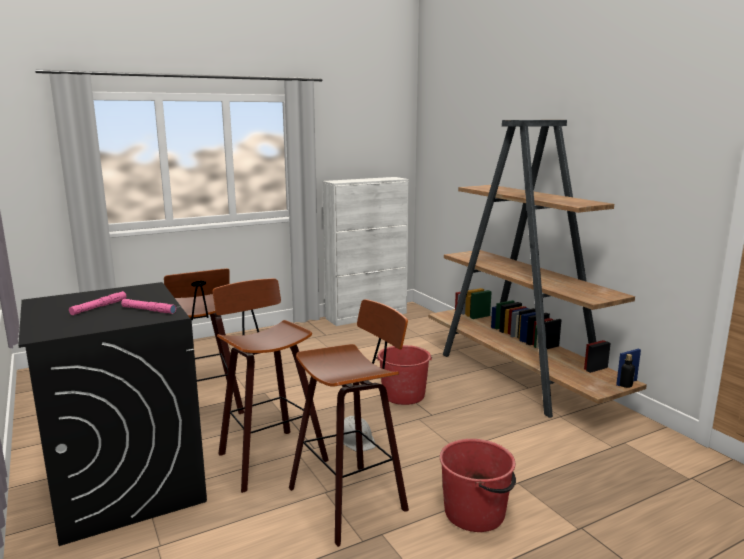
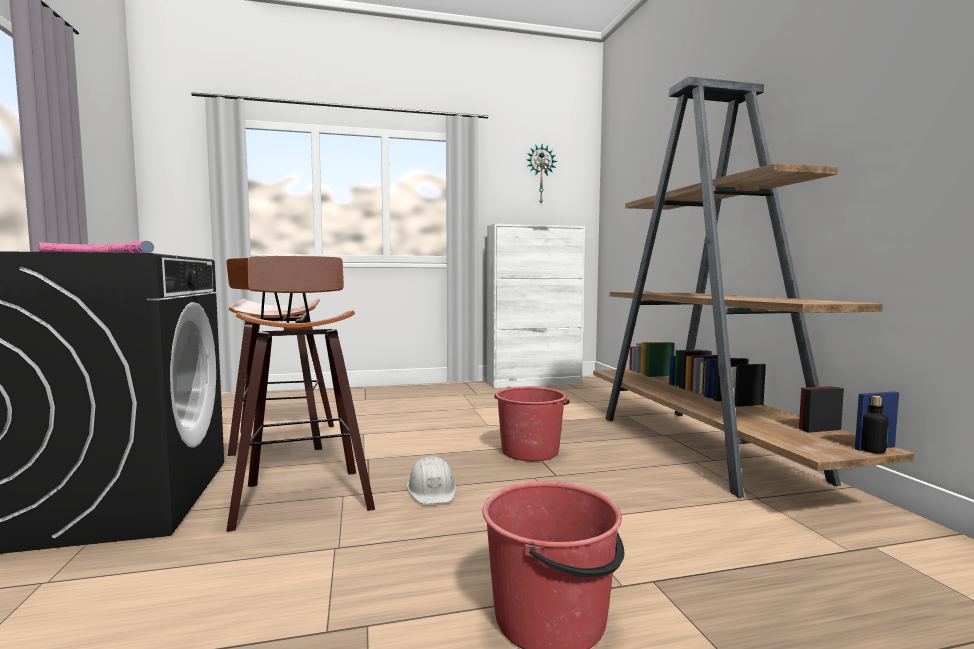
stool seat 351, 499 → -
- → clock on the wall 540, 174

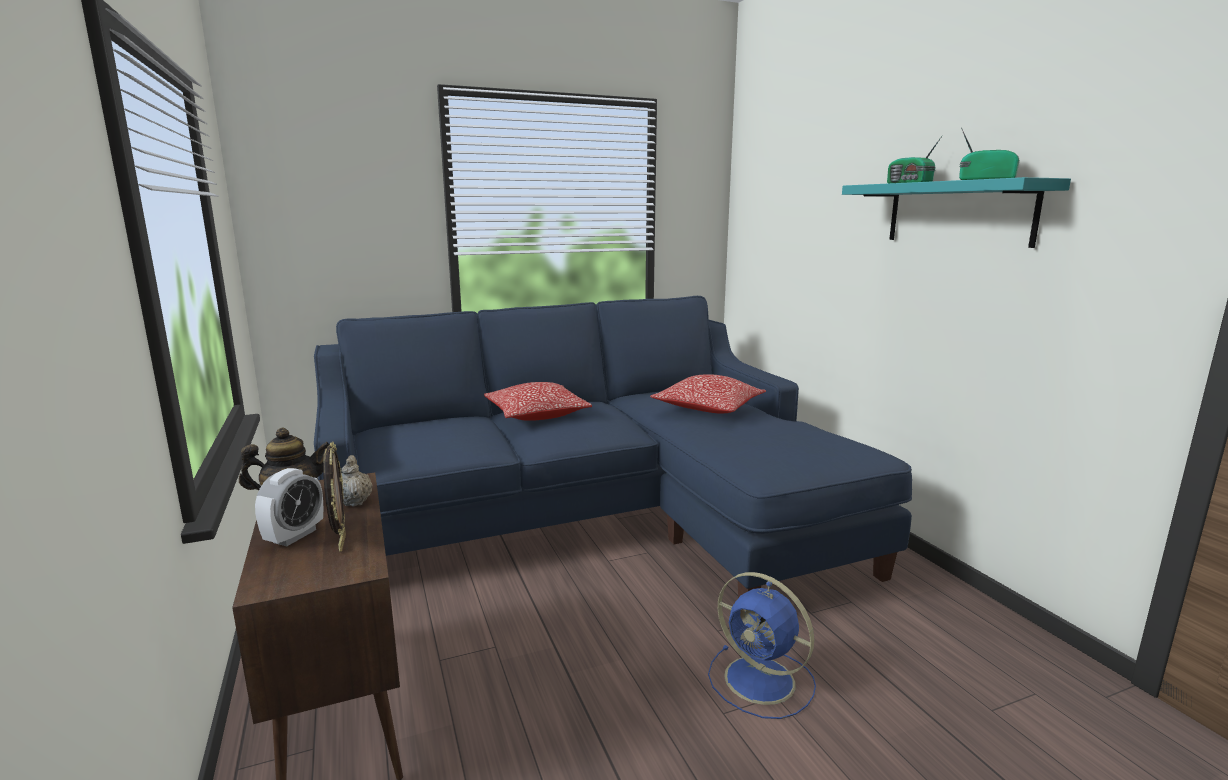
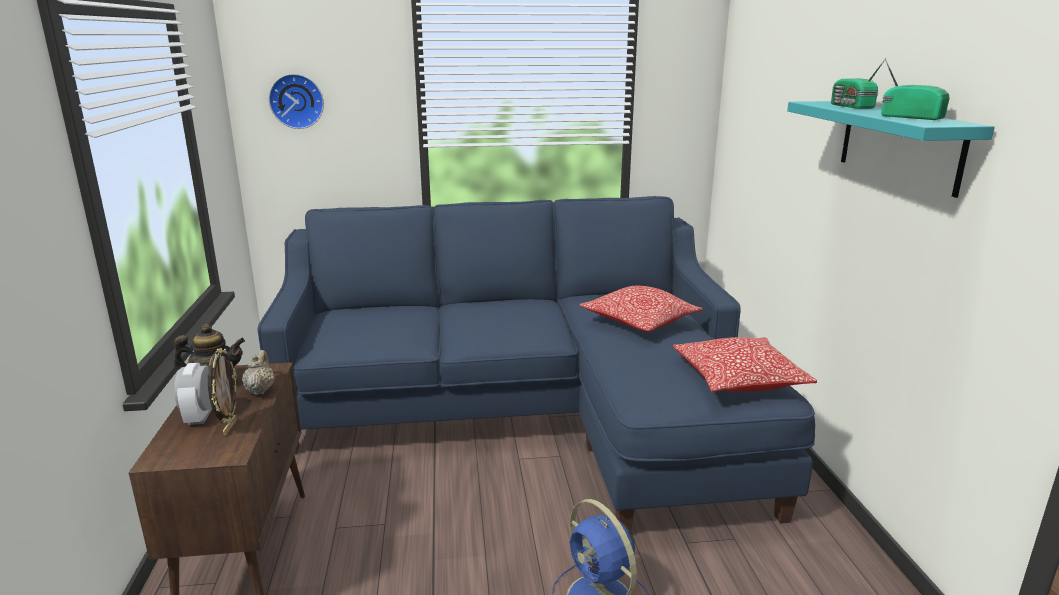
- → clock on the wall 297, 101
pillow 536, 415 → pillow 738, 380, move
table clock 294, 536 → table clock 200, 416, 135 degrees clockwise

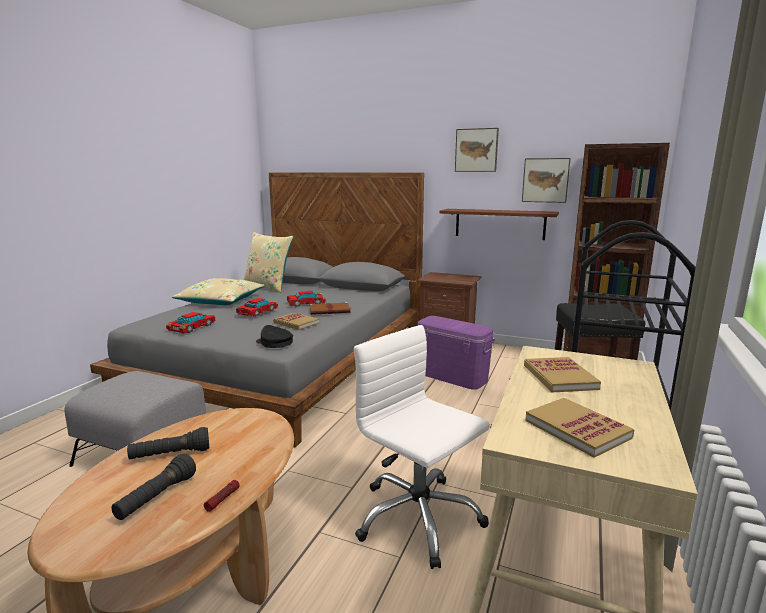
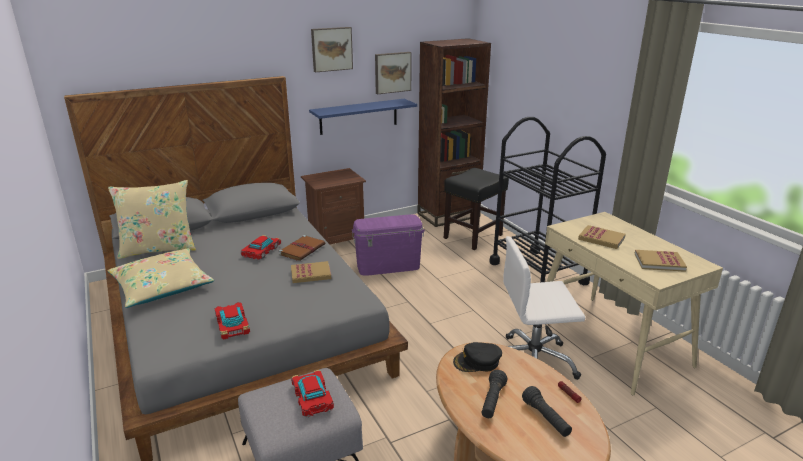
toy car 257, 312 → toy car 311, 397, move
black baseball cap 274, 342 → black baseball cap 477, 361, move
brownish bracket shelf 499, 224 → bluish bracket shelf 358, 116

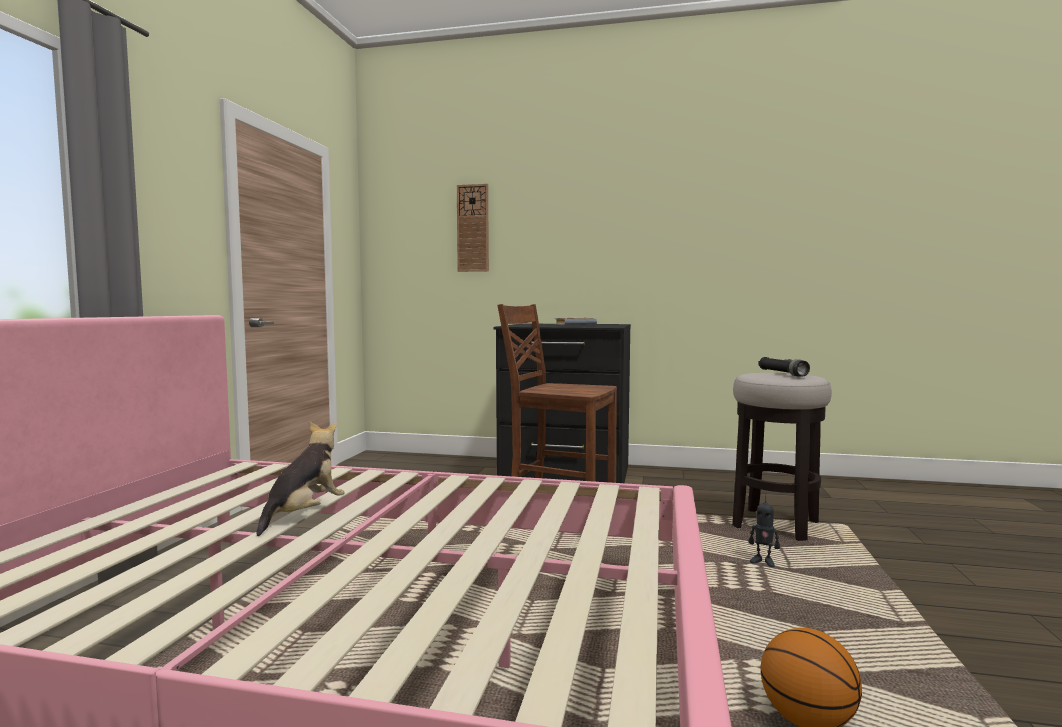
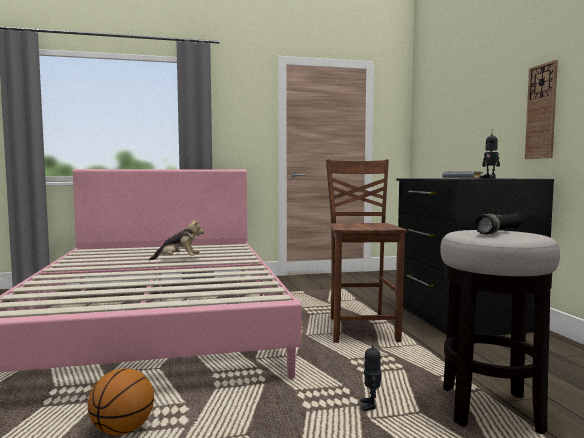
- → toy robot 489, 178
clock on the wall 473, 228 → clock on the wall 541, 111, move

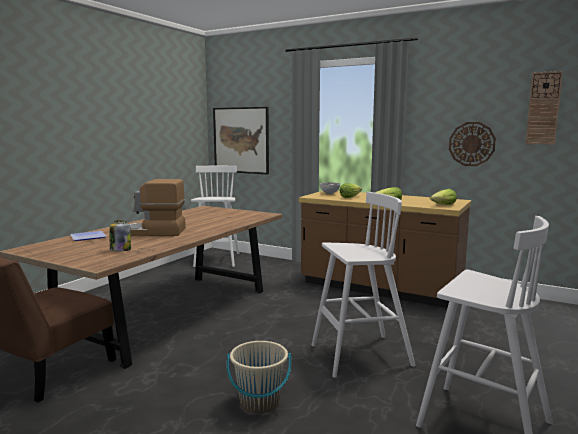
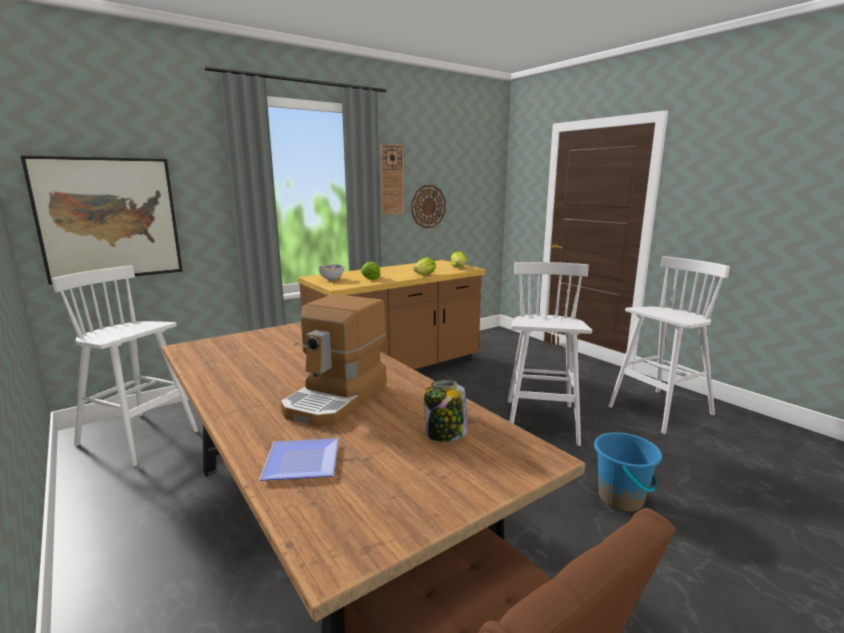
clock on the wall 543, 108 → clock on the wall 392, 180, move
beige bucket 259, 402 → bluish bucket 621, 498

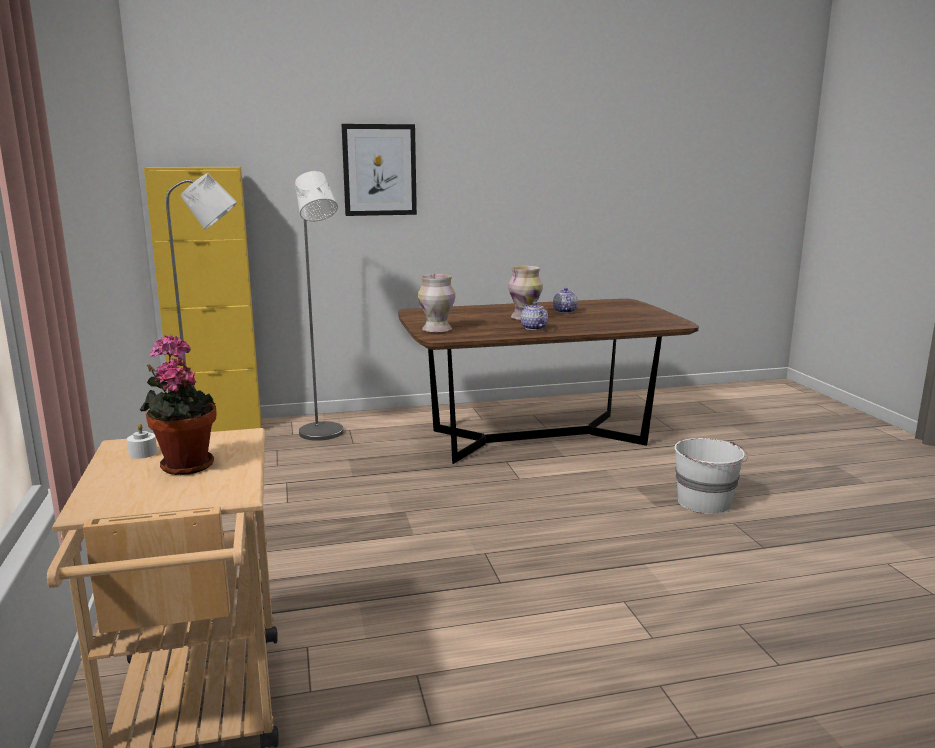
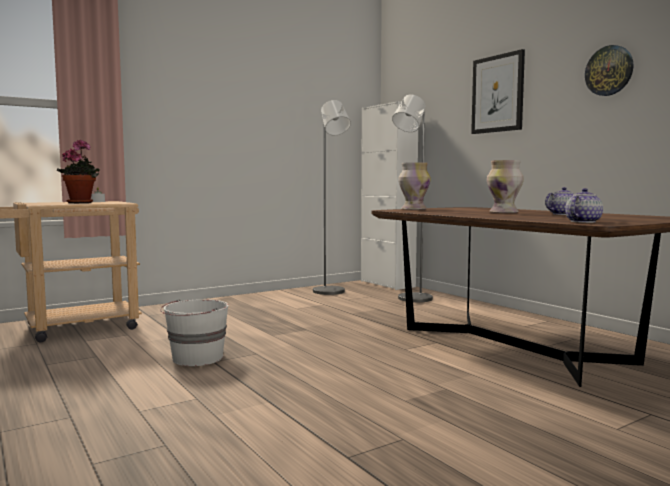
- → clock on the wall 609, 71
tea pot 533, 328 → tea pot 582, 221, move
whitish bucket 705, 503 → whitish bucket 197, 358, move
yellow-coloured cabinet 219, 429 → whitish cabinet 387, 284

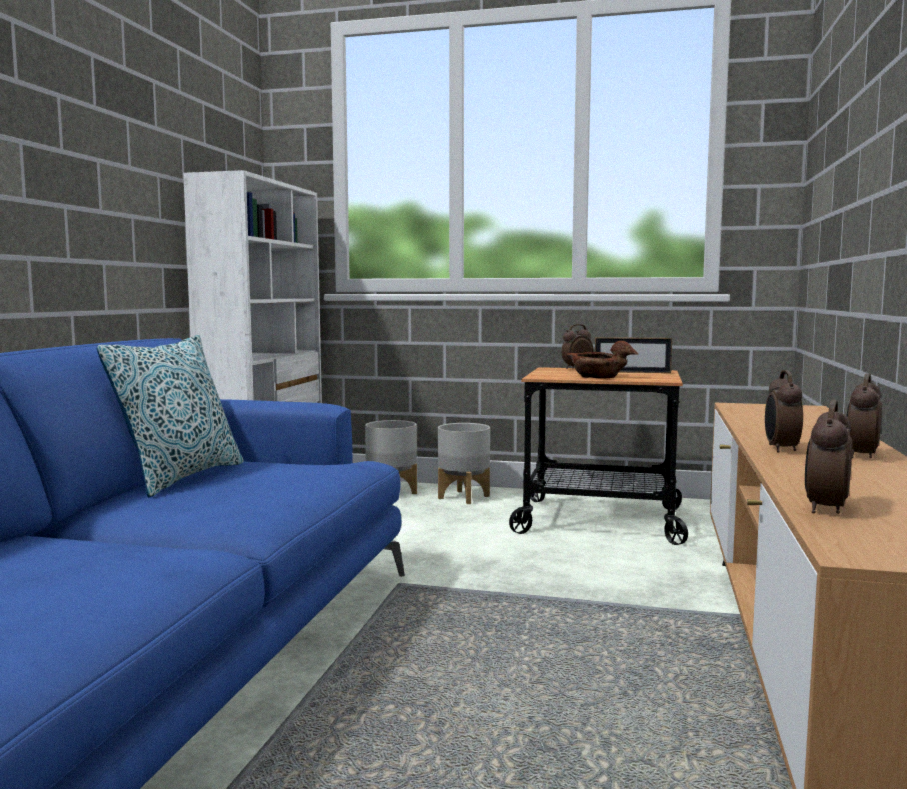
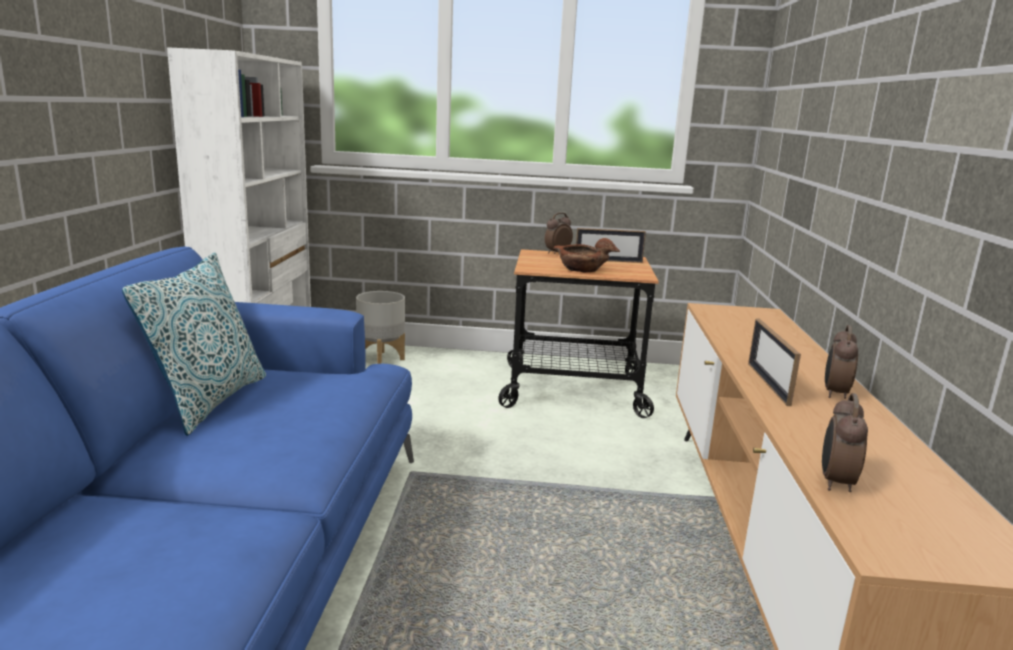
greyish planter 464, 497 → -
table clock 780, 449 → picture frame 768, 383

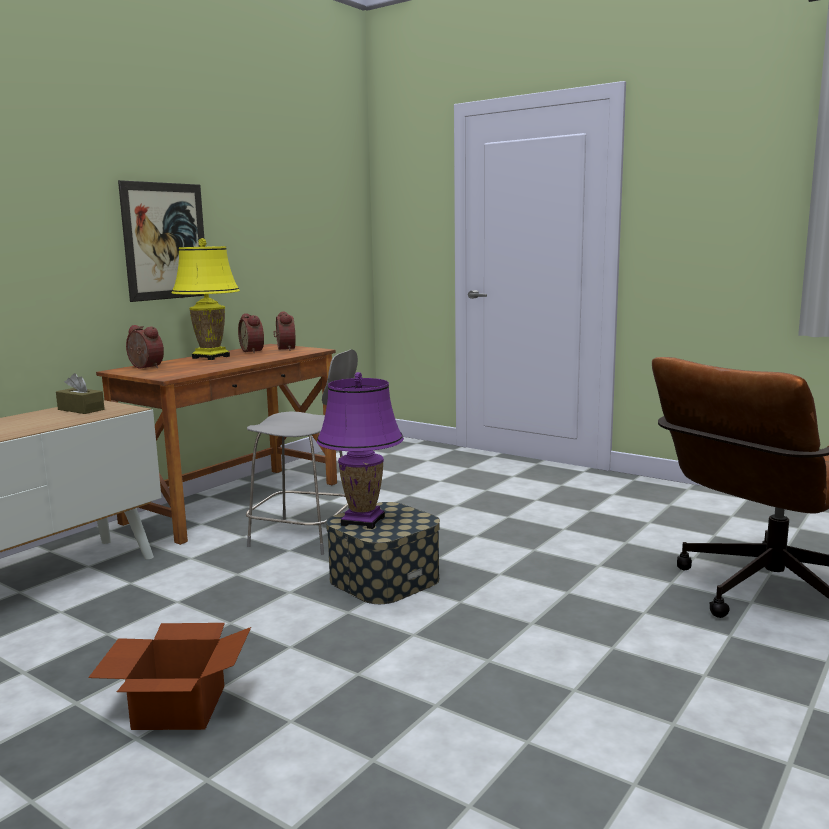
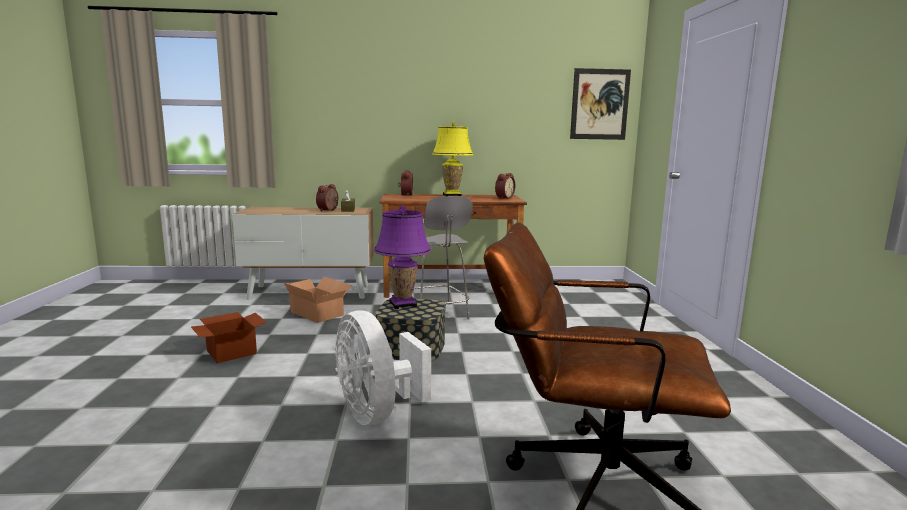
- → carton 318, 312
- → whitish fan 377, 412
wall picture 165, 241 → wall picture 599, 104, move
table clock 254, 351 → table clock 329, 210, move

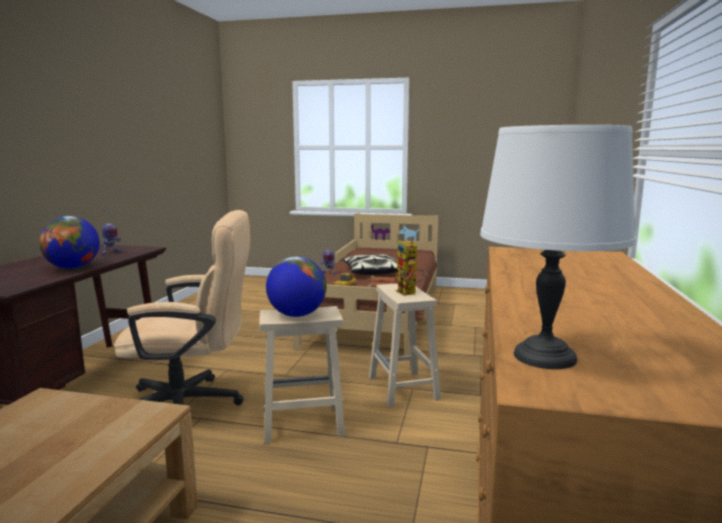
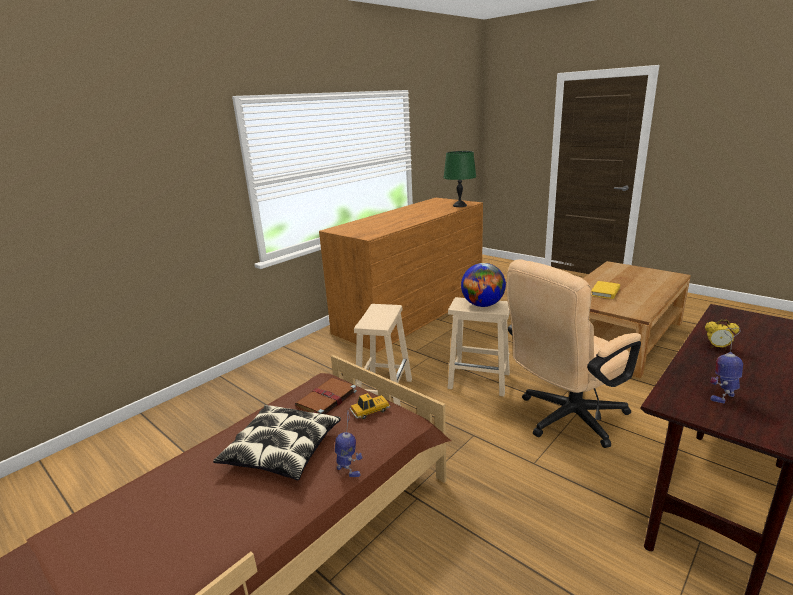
toy robot 409, 293 → -
- → yellow-coloured volume 605, 292
desk globe 73, 268 → table clock 717, 347
whitish tabletop lamp 546, 357 → green tabletop lamp 459, 205
beige computer chair 192, 405 → beige computer chair 565, 419, 60 degrees counterclockwise

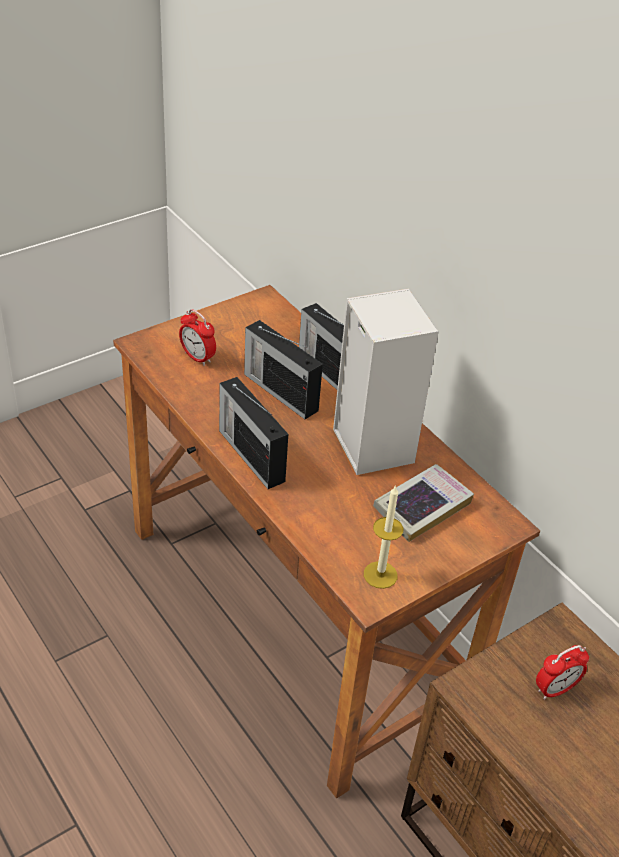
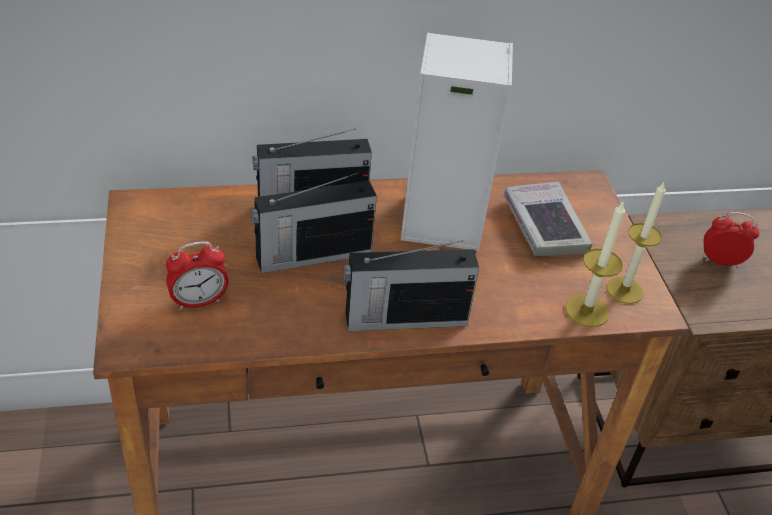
- → candle 586, 311
table clock 555, 689 → table clock 720, 261, 75 degrees counterclockwise

